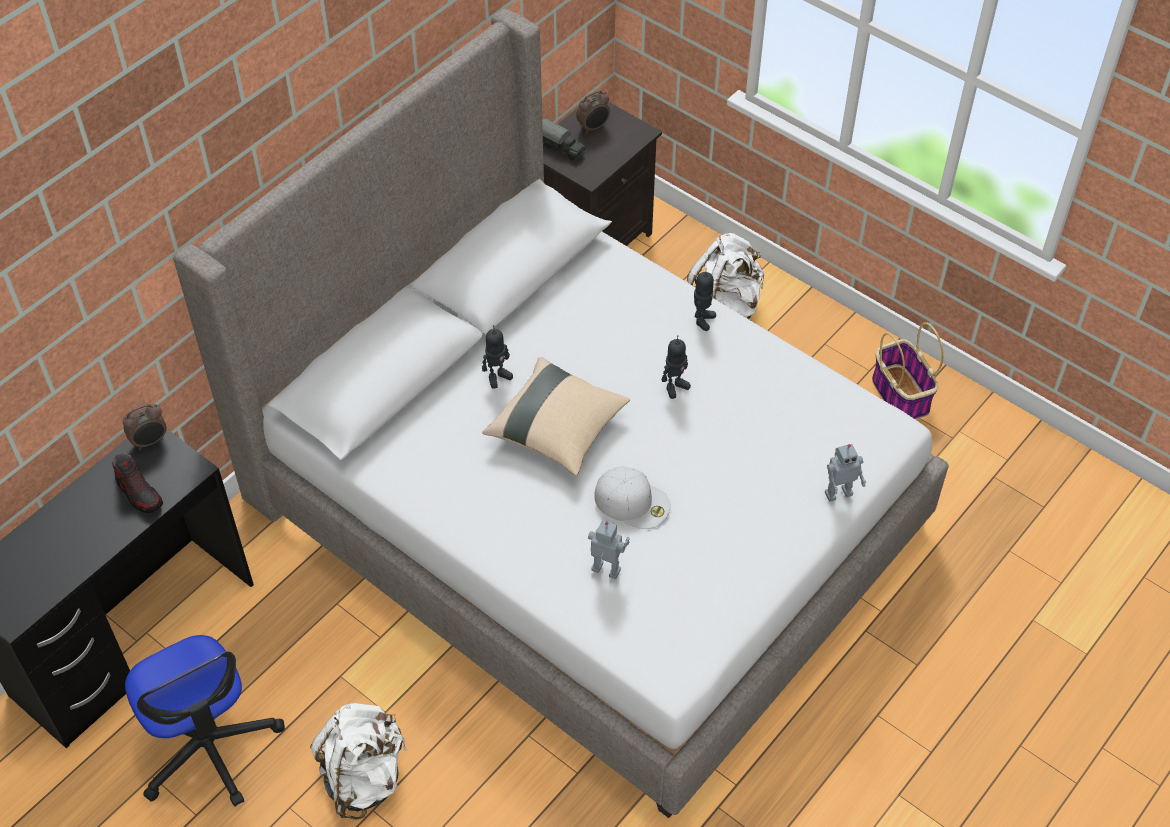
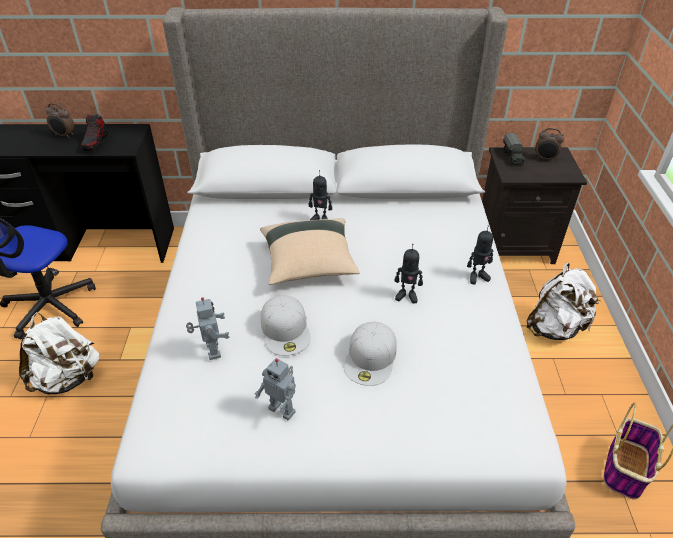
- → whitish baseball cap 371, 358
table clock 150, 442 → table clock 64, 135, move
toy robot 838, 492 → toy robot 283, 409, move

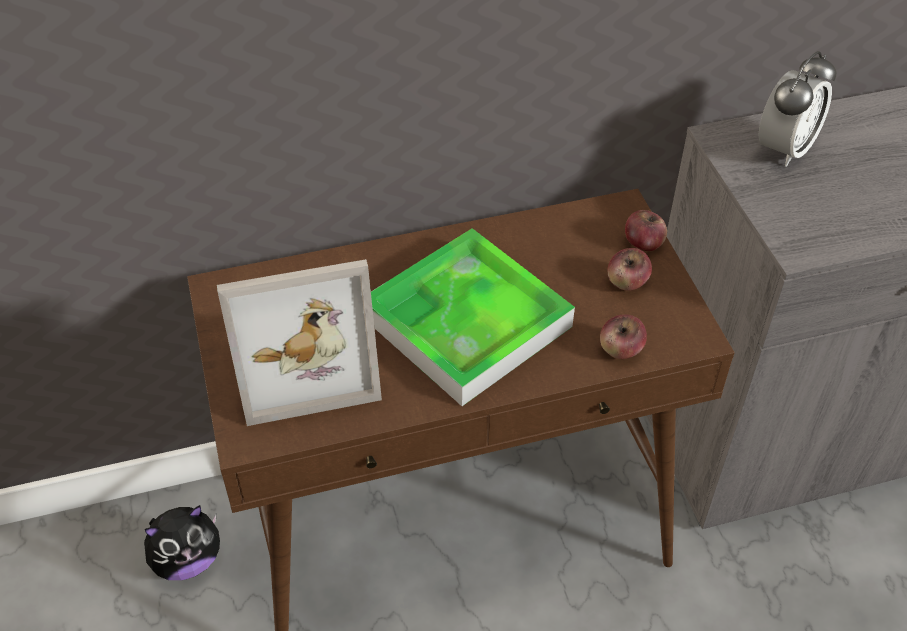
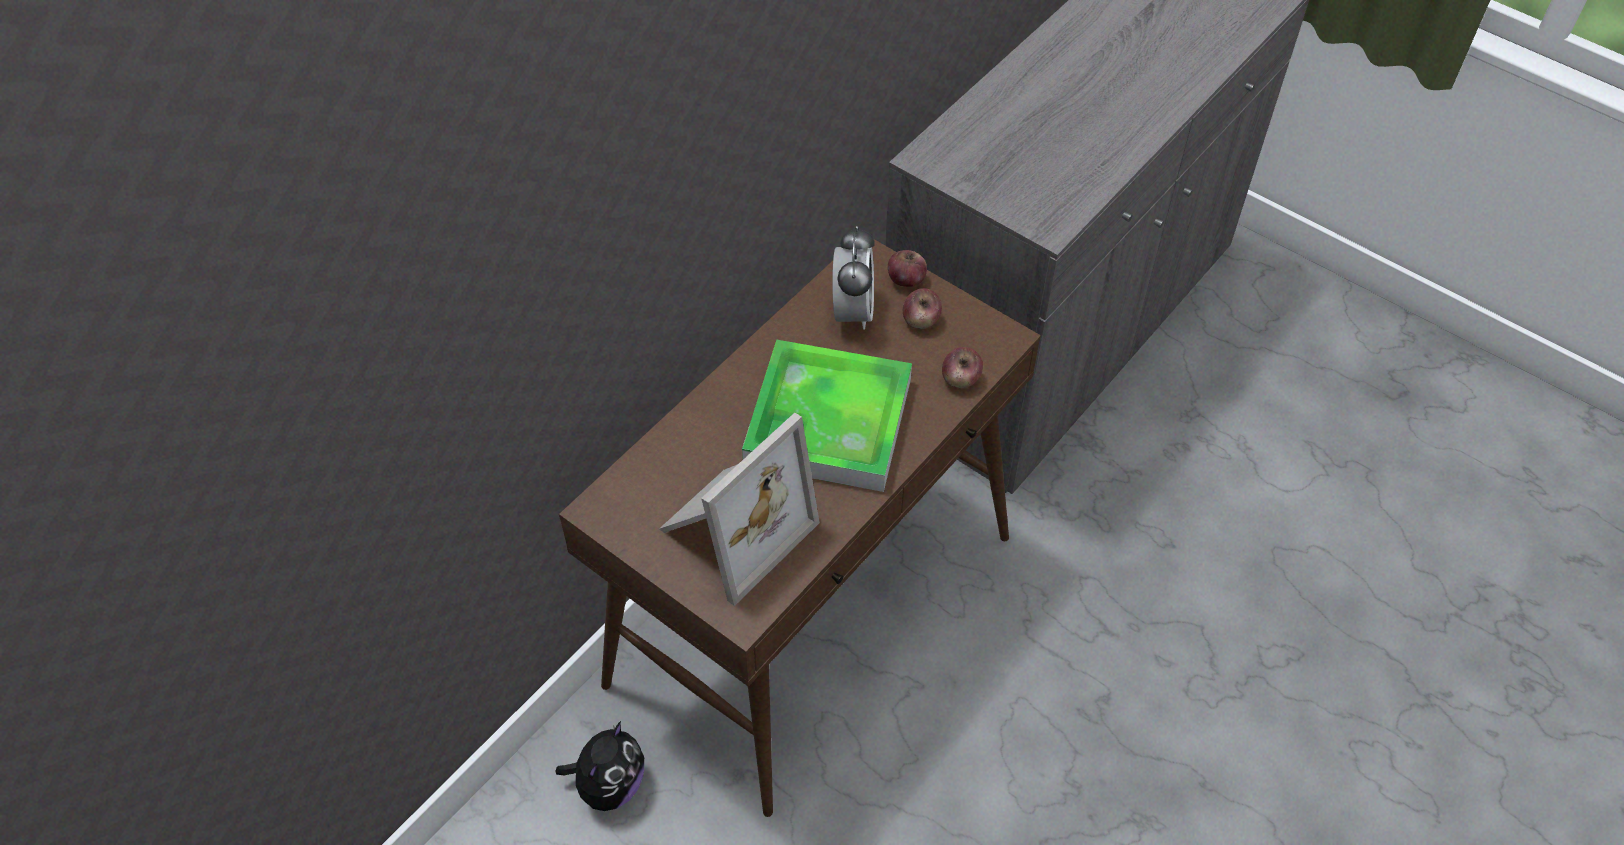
table clock 785, 149 → table clock 852, 312, move

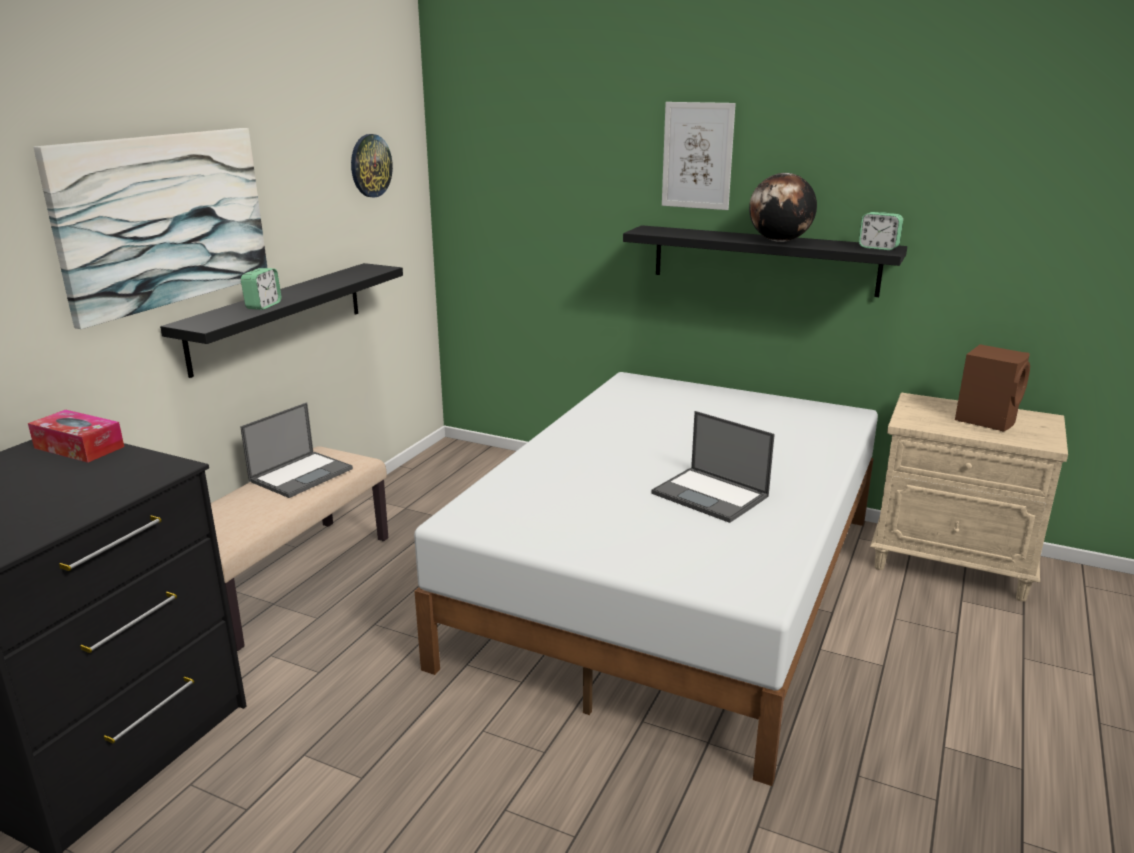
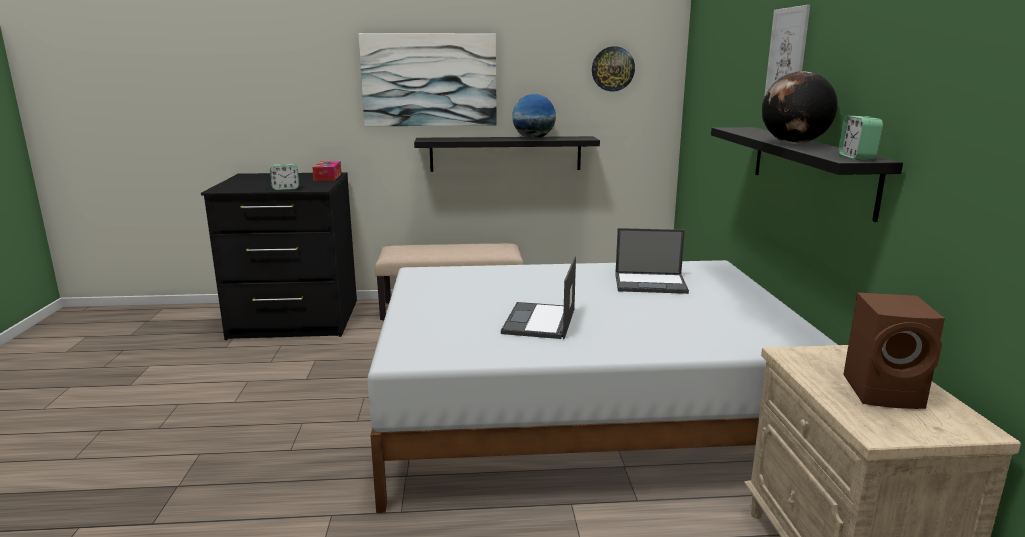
- → desk globe 533, 138
laptop 302, 474 → laptop 651, 283, move
table clock 263, 306 → table clock 286, 188, move

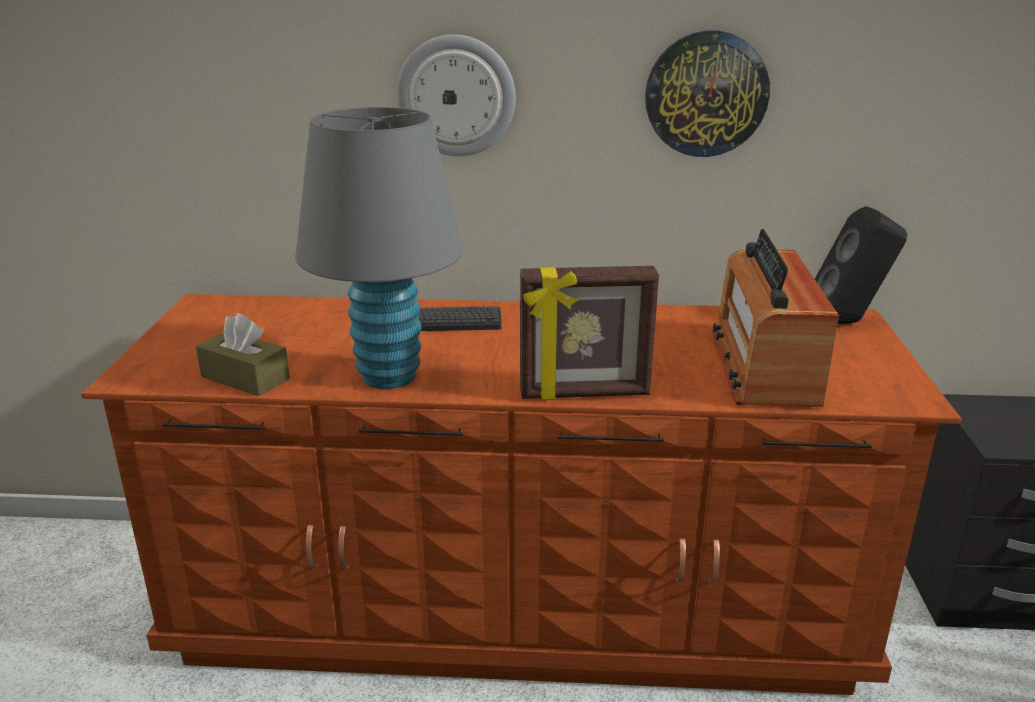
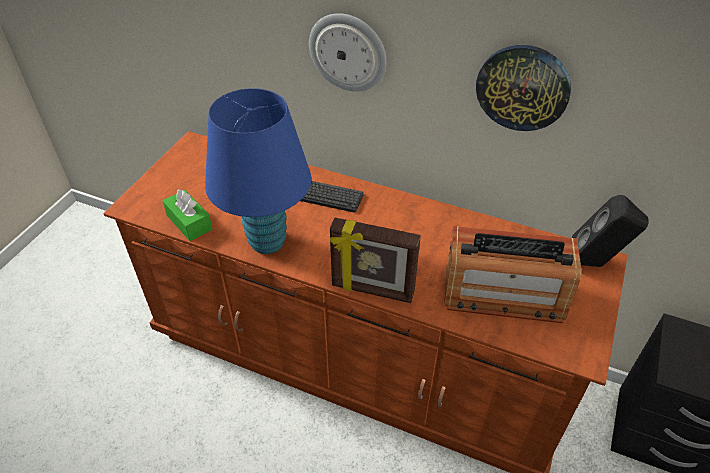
brownish tissue box 245, 378 → green tissue box 189, 222
greyish tabletop lamp 389, 376 → bluish tabletop lamp 267, 242
radio set 763, 366 → radio set 503, 294, 105 degrees counterclockwise

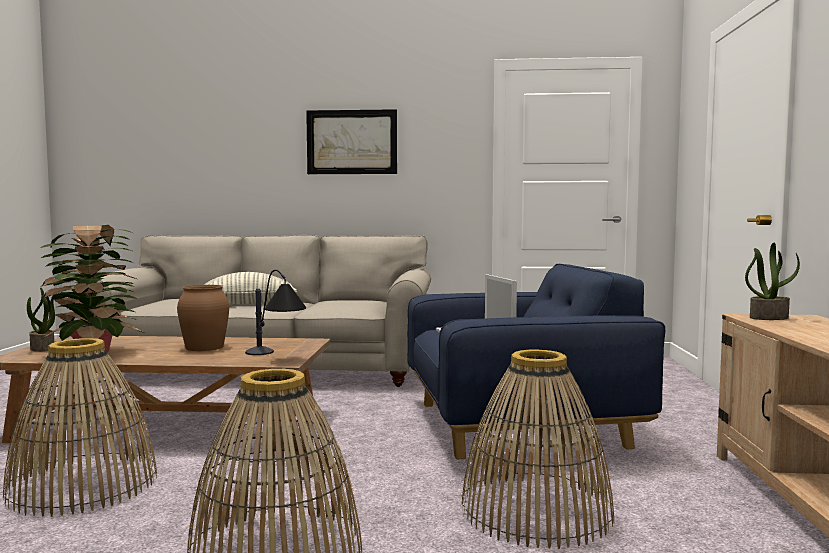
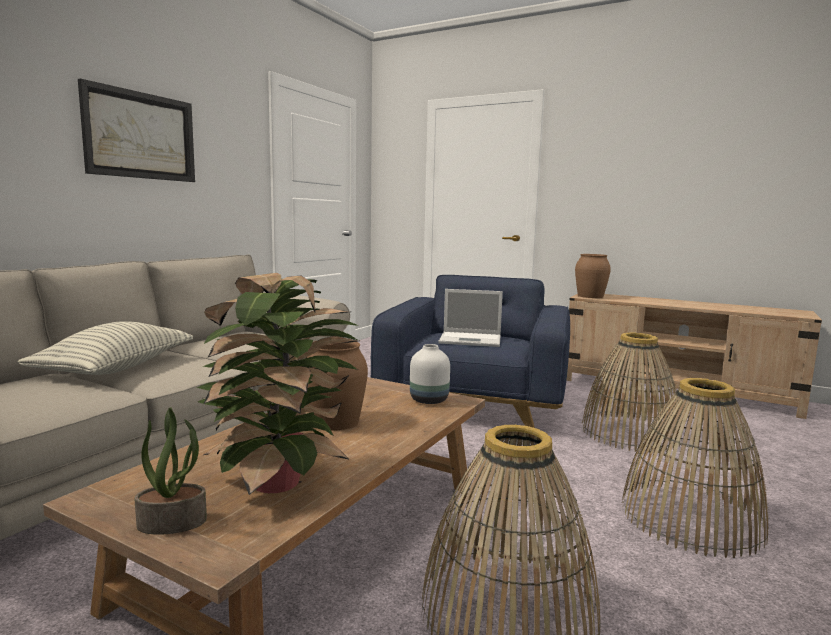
tabletop lamp 276, 356 → whitish flower vase 428, 400
houseplant 768, 317 → brownish flower vase 590, 296

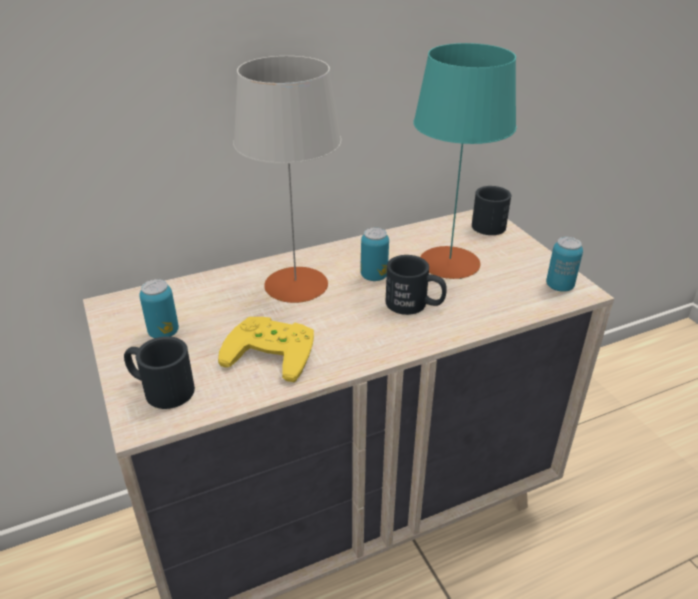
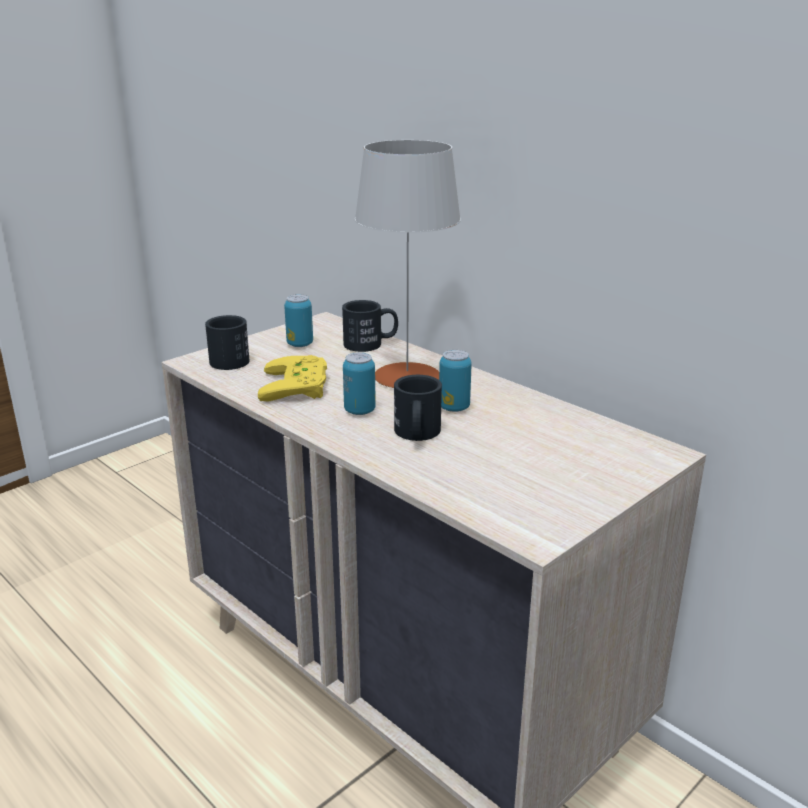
turquoise tabletop lamp 449, 263 → -
black mug 488, 223 → black mug 371, 344, move
sealed can 559, 286 → sealed can 359, 410, move

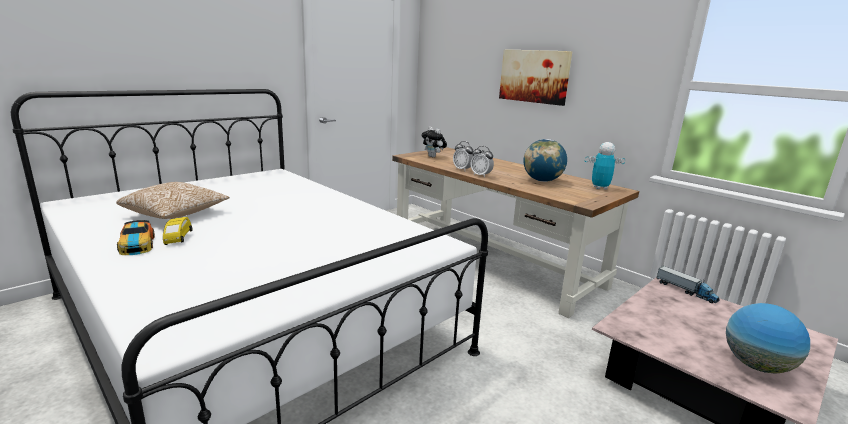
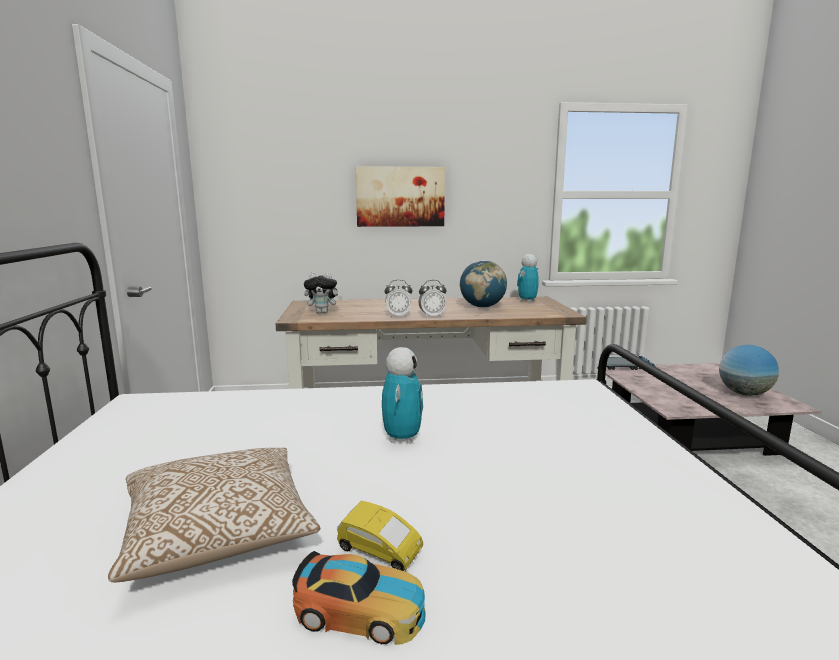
- → toy robot 402, 438

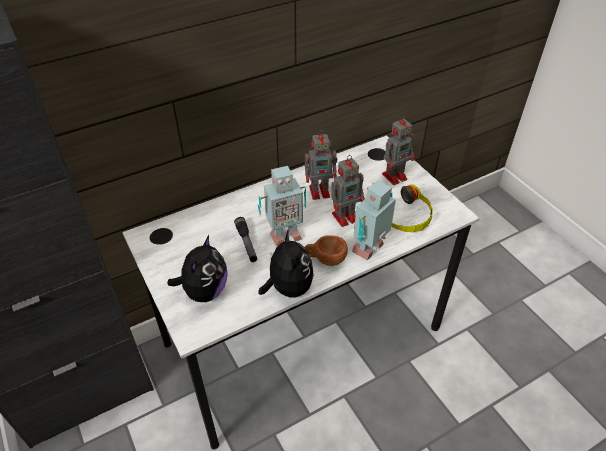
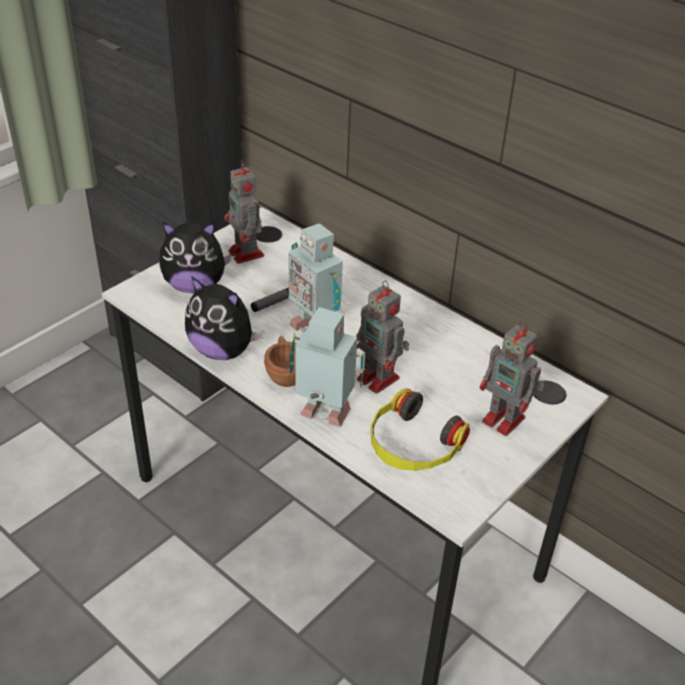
toy robot 320, 191 → toy robot 247, 254, move
soft toy 288, 288 → soft toy 223, 350, 60 degrees clockwise

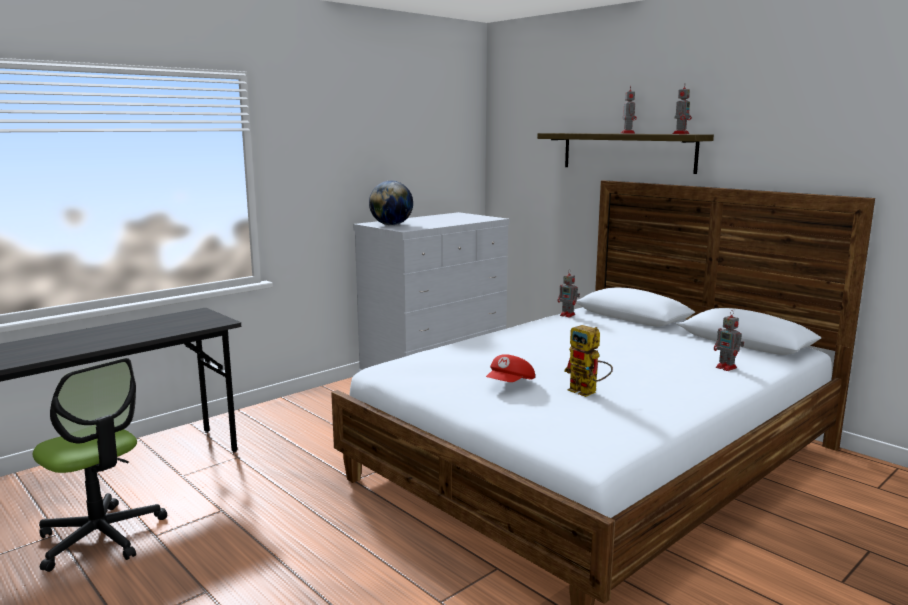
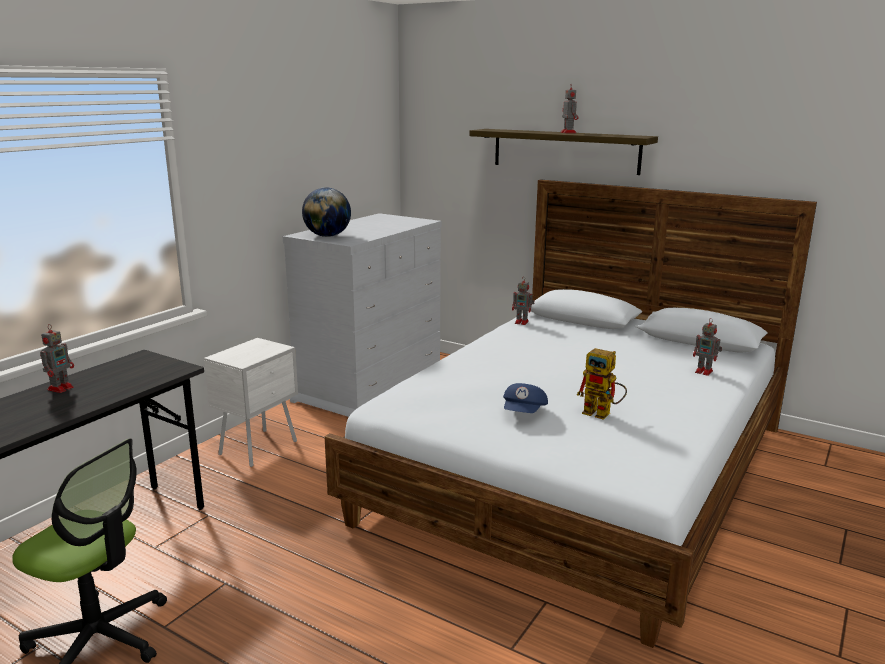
- → whitish bedside table 260, 447
toy robot 681, 134 → toy robot 61, 388, move
red-coloured baseball cap 510, 384 → bluish baseball cap 524, 413

